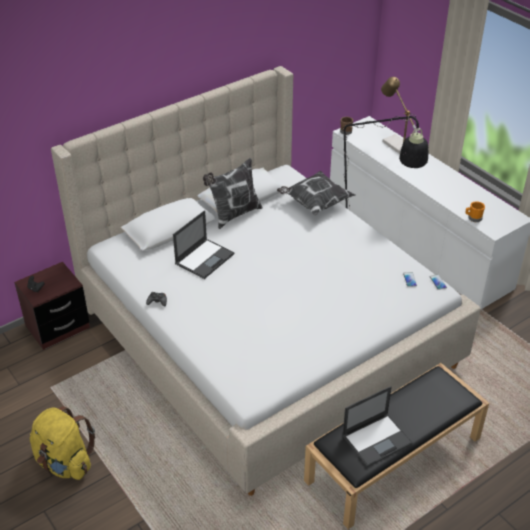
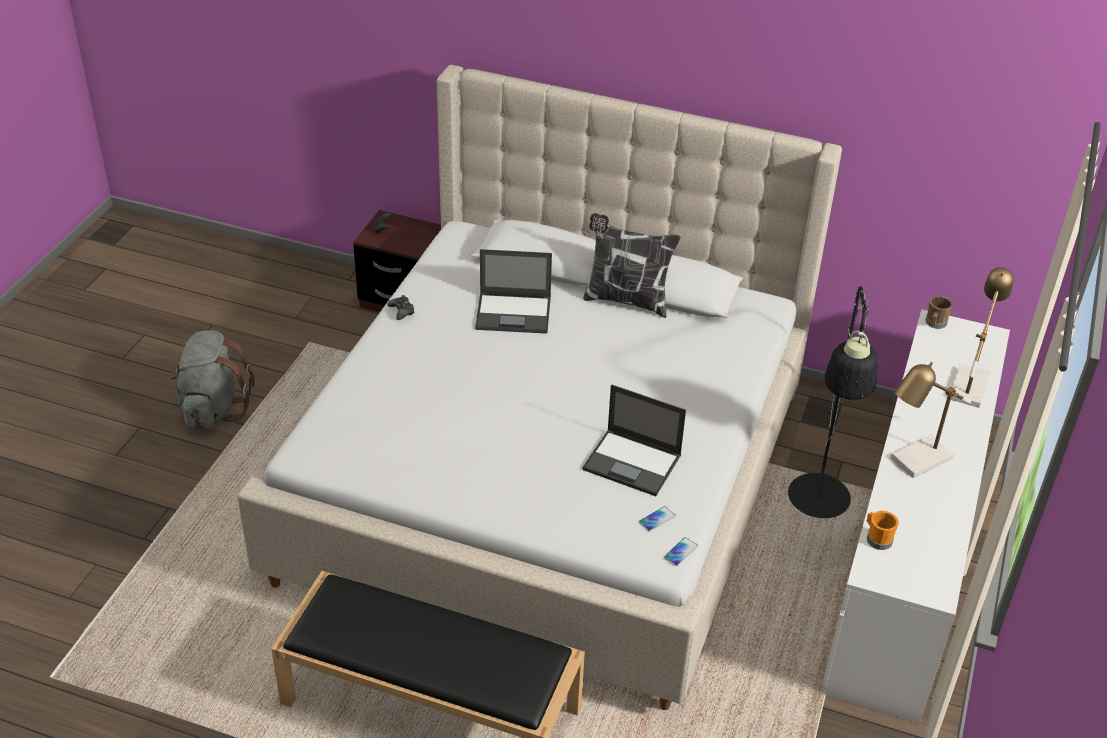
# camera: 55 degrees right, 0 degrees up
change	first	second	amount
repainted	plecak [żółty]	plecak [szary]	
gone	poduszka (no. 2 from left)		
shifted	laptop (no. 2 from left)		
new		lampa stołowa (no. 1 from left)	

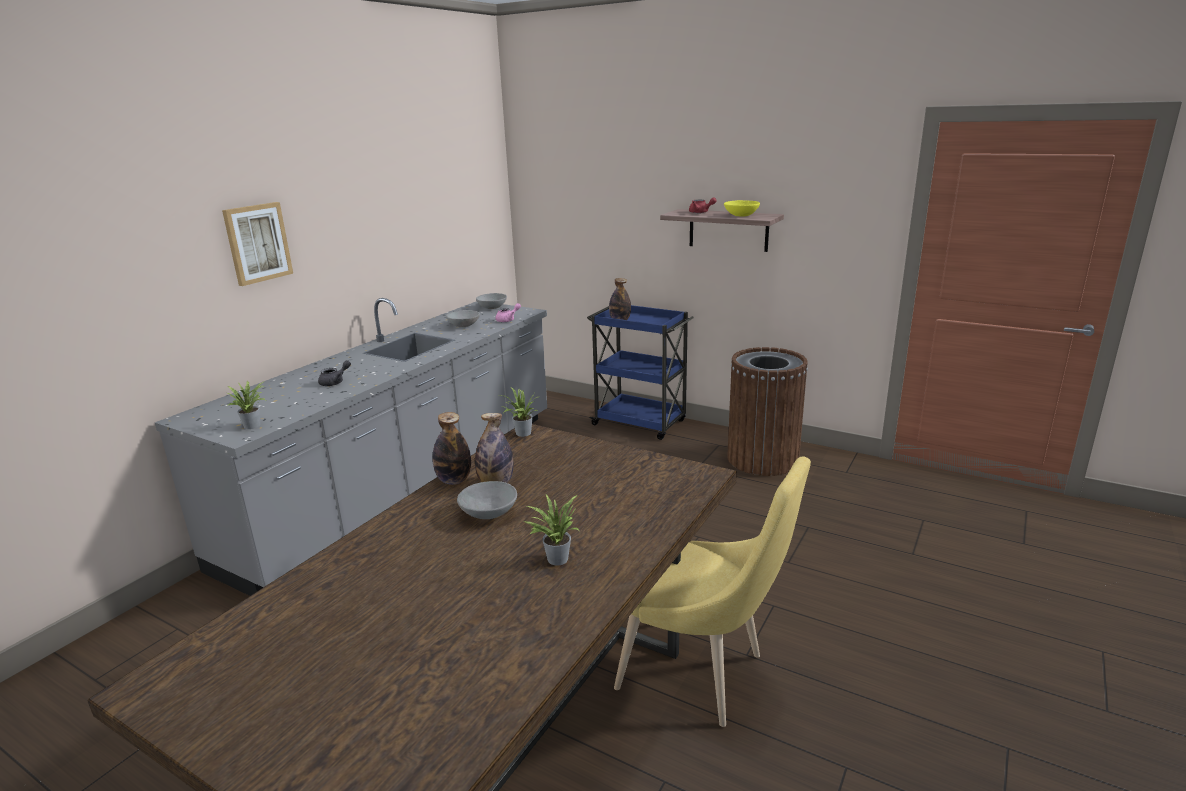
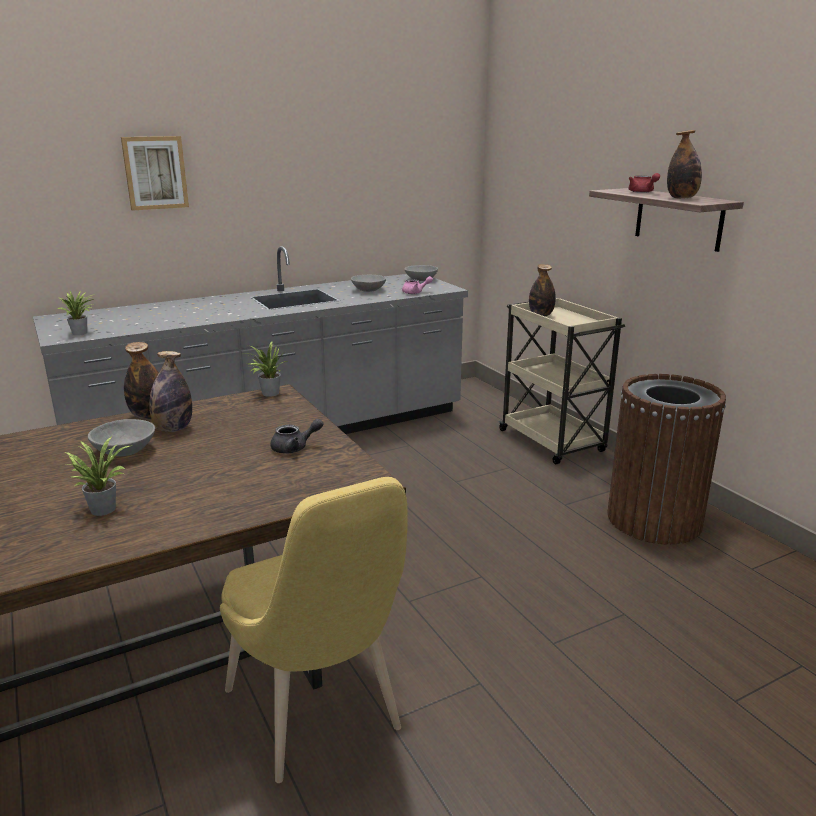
# camera: 30 degrees right, 0 degrees up
change	first	second	amount
shifted	imbryk [szary]		
repainted	wózek [niebieski]	wózek [beżowy]	
swapped	miska [żółty]	butelka (no. 4 from left)	

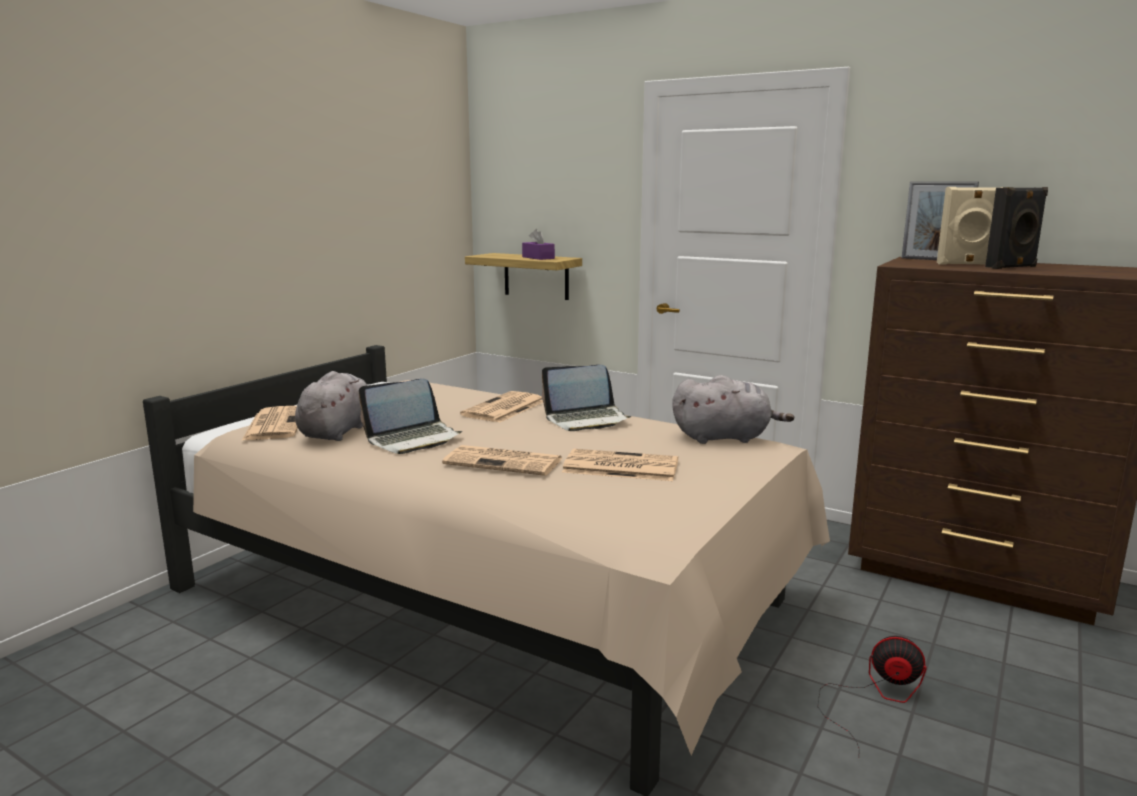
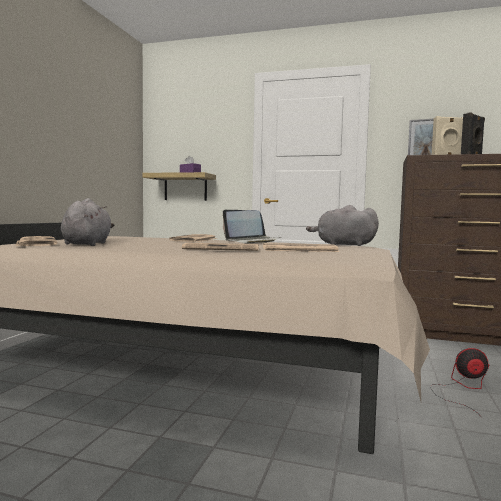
# camera: 15 degrees left, 10 degrees down
change	first	second	amount
gone	laptop (no. 1 from left)		
rotated	pluszak [szary] (no. 2 from left)		150 degrees counterclockwise

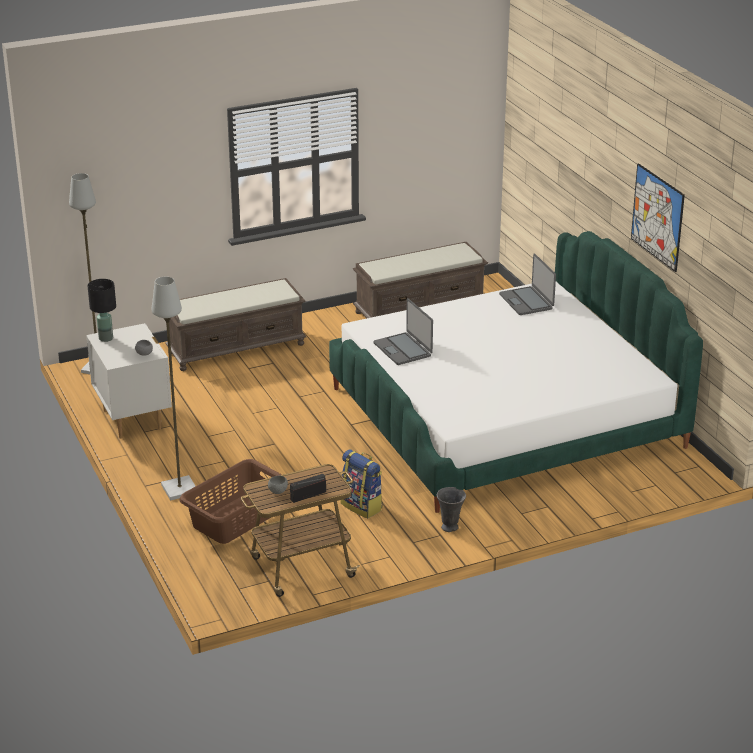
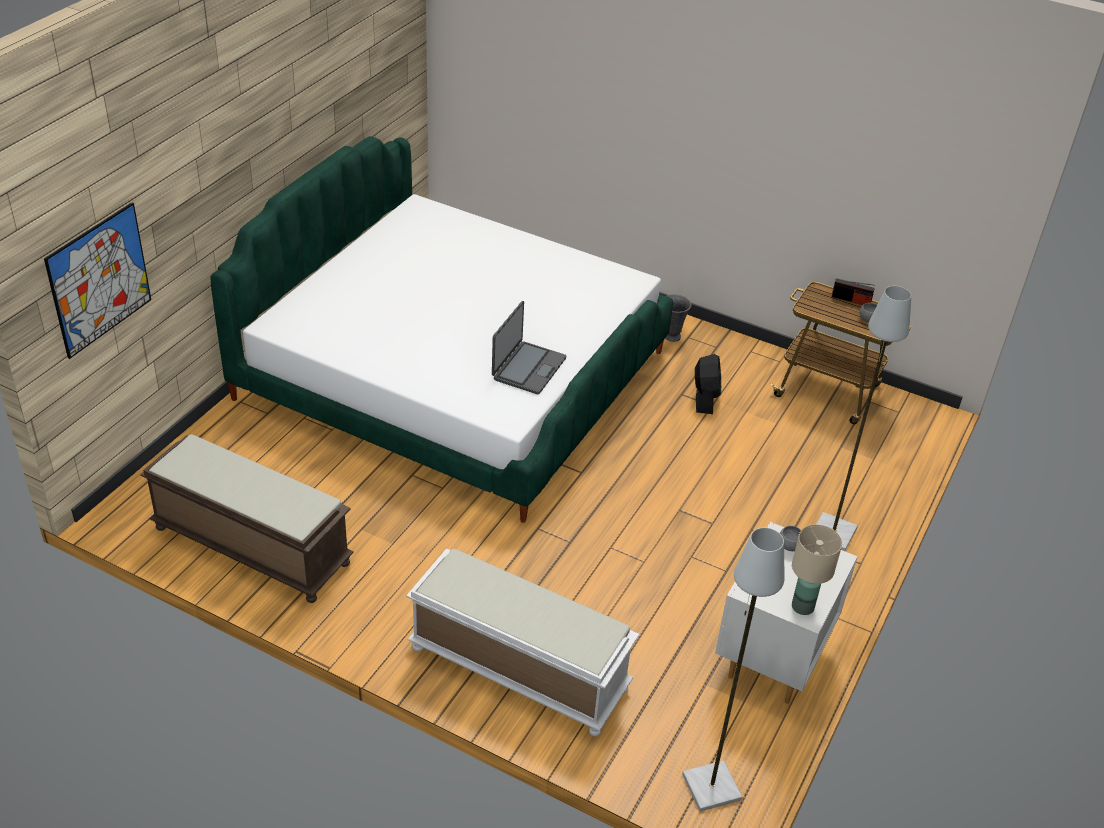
# camera: 130 degrees left, 10 degrees up
change	first	second	amount
repainted	lampa stołowa [czarny]	lampa stołowa [beżowy]	
repainted	ławka [brązowy] (no. 1 from left)	ławka [biały]	
gone	kosz na pranie [brązowy]		
swapped	plecak	wentylator [czarny]	
gone	laptop (no. 2 from left)		
shifted	obraz		

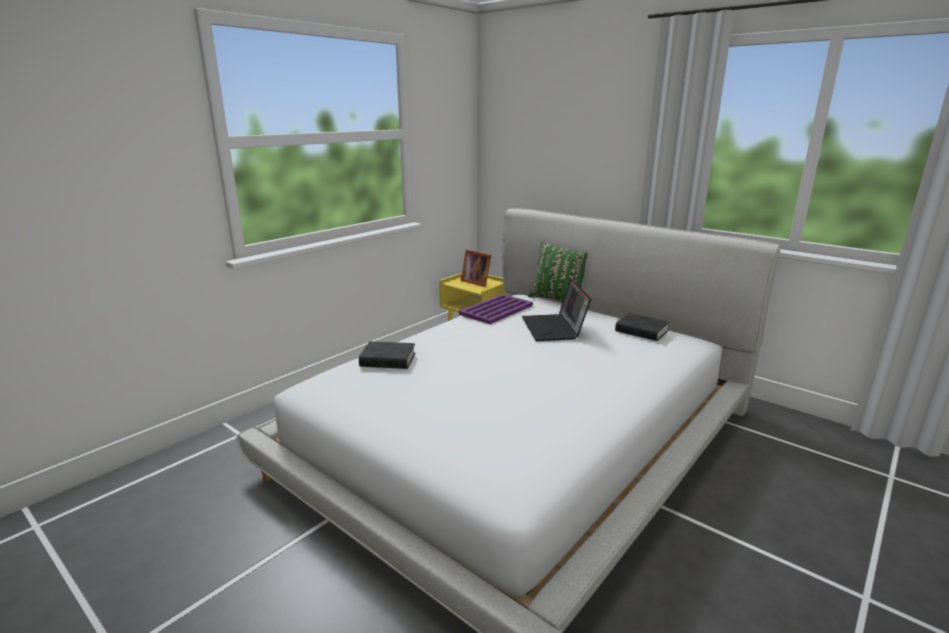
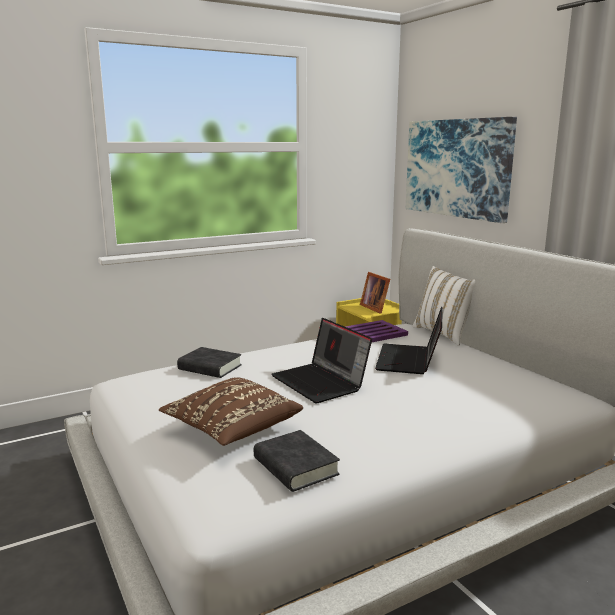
# camera: 20 degrees right, 5 degrees down
change	first	second	amount
repainted	poduszka [zielony]	poduszka [biały]	
shifted	książka [czarny] (no. 2 from left)		
new		poduszka [brązowy]	
new		laptop (no. 1 from left)	
new		obraz	

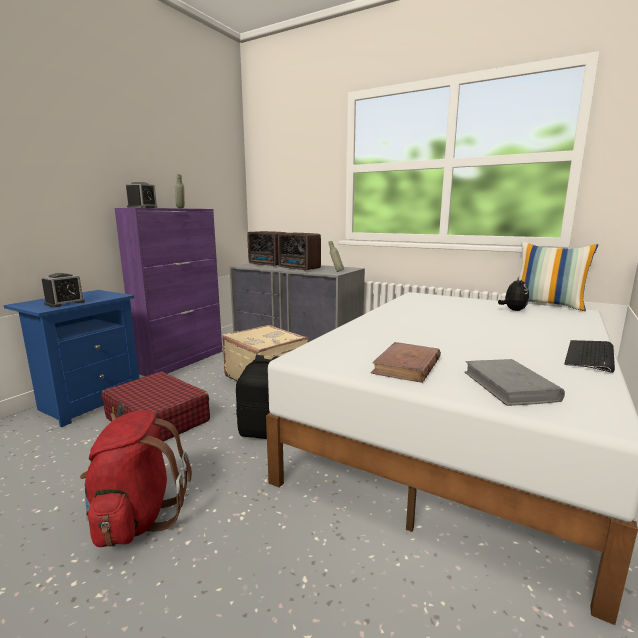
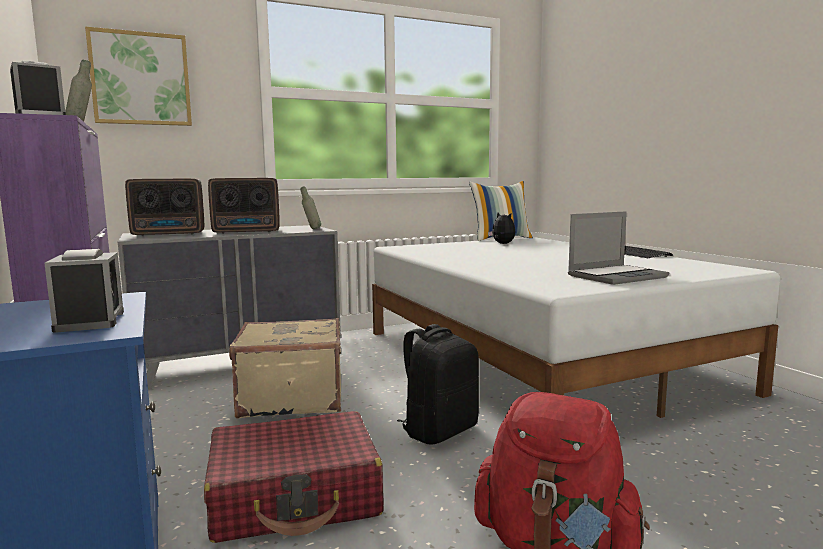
# camera: 55 degrees left, 5 degrees down
change	first	second	amount
swapped	książka [brązowy]	laptop	
gone	książka [szary]		
new		obraz	

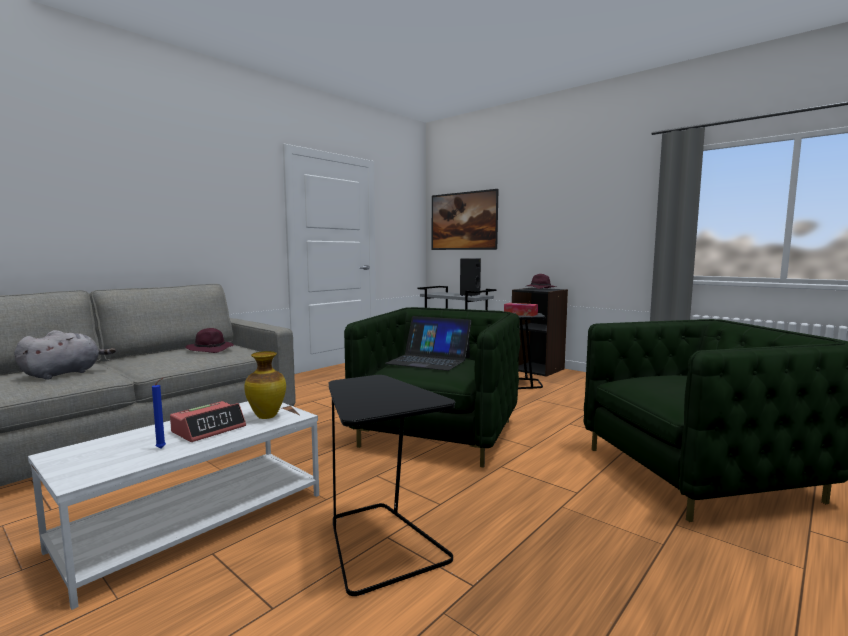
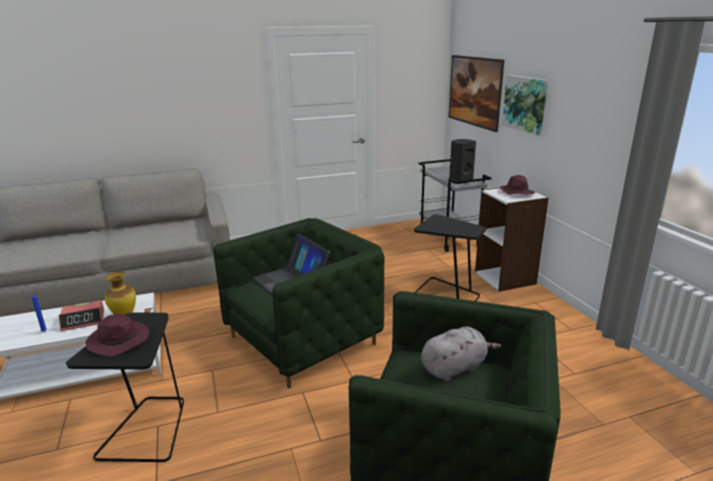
# camera: 30 degrees right, 15 degrees up
change	first	second	amount
shifted	pluszak [szary]		
shifted	kapelusz [fioletowy] (no. 1 from left)		
gone	pudełko chusteczek		
repainted	regał [czarny]	regał [biały]	
new		obraz (no. 2 from left)	

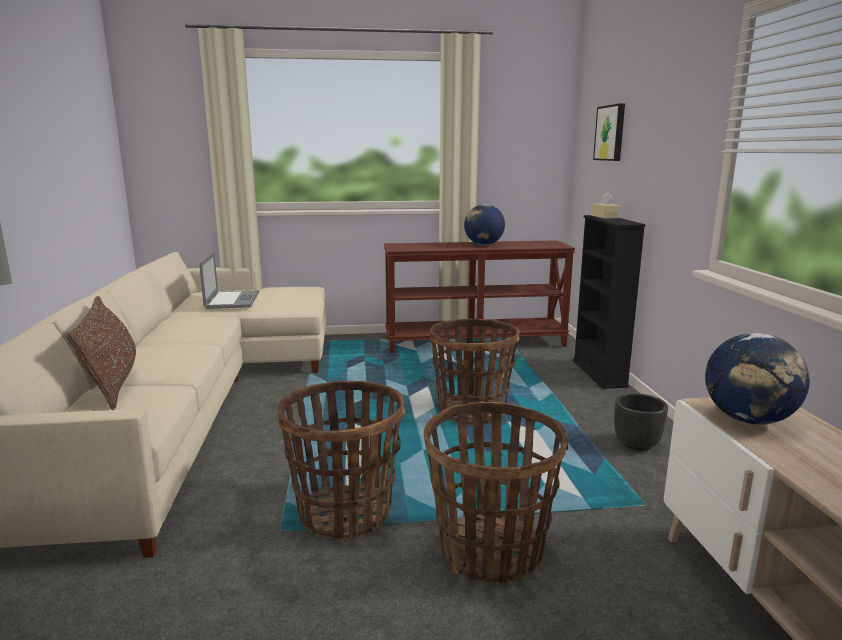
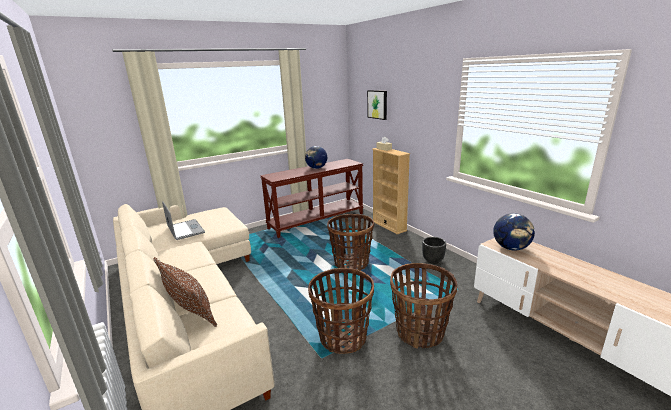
# camera: 25 degrees left, 5 degrees up
change	first	second	amount
repainted	regał [czarny]	regał [beżowy]	

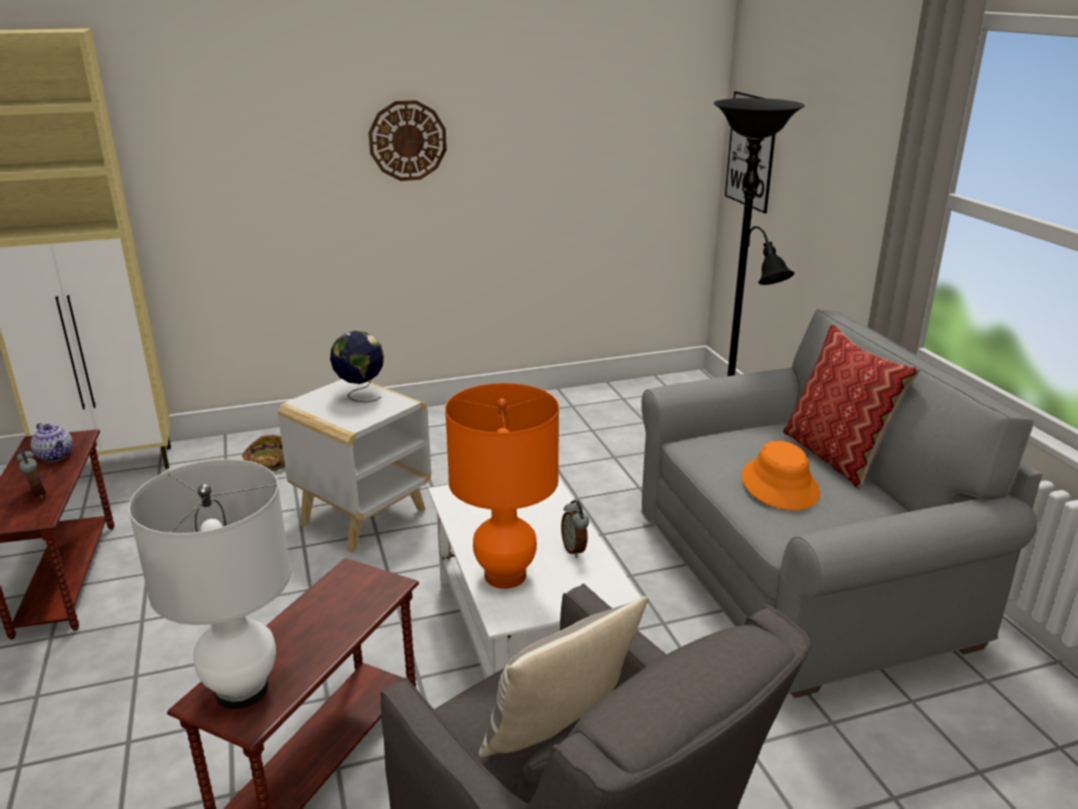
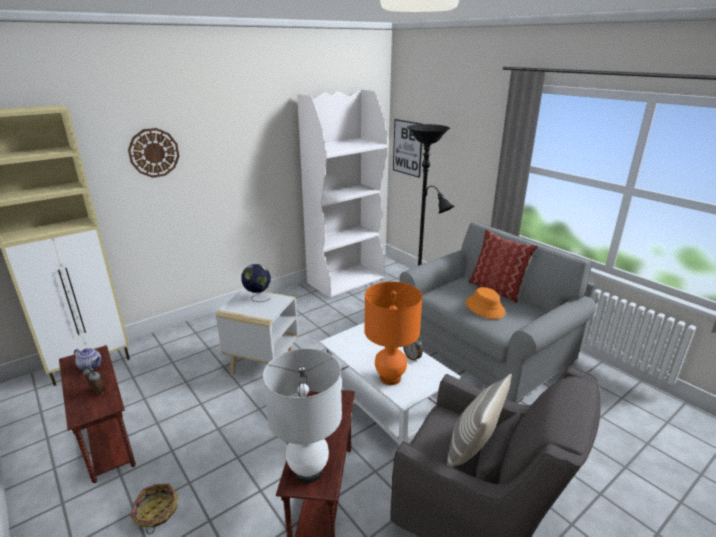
# camera: 20 degrees left, 0 degrees up
change	first	second	amount
shifted	koszyk		
shifted	zegar ścienny		
new		regał [biały]	

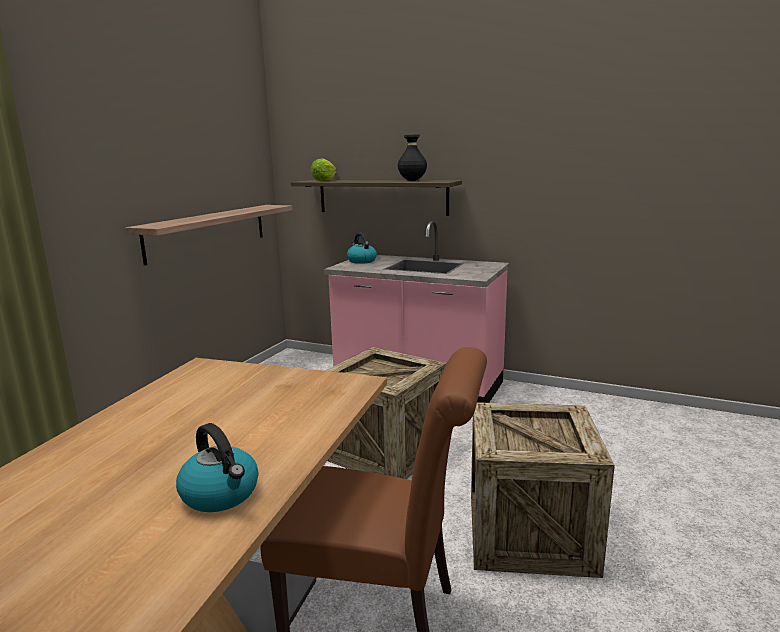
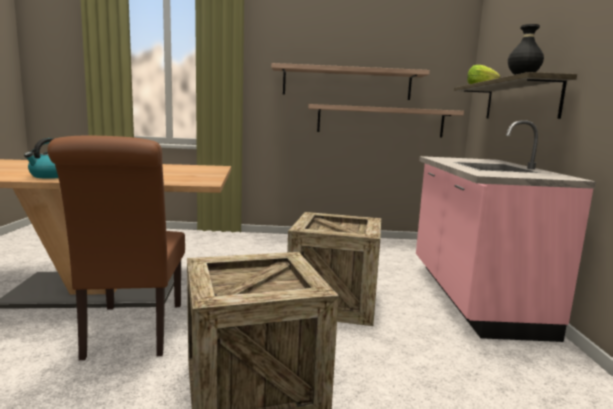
# camera: 65 degrees right, 5 degrees down
change	first	second	amount
gone	czajnik (no. 2 from left)		
new		półka (no. 1 from left)	

